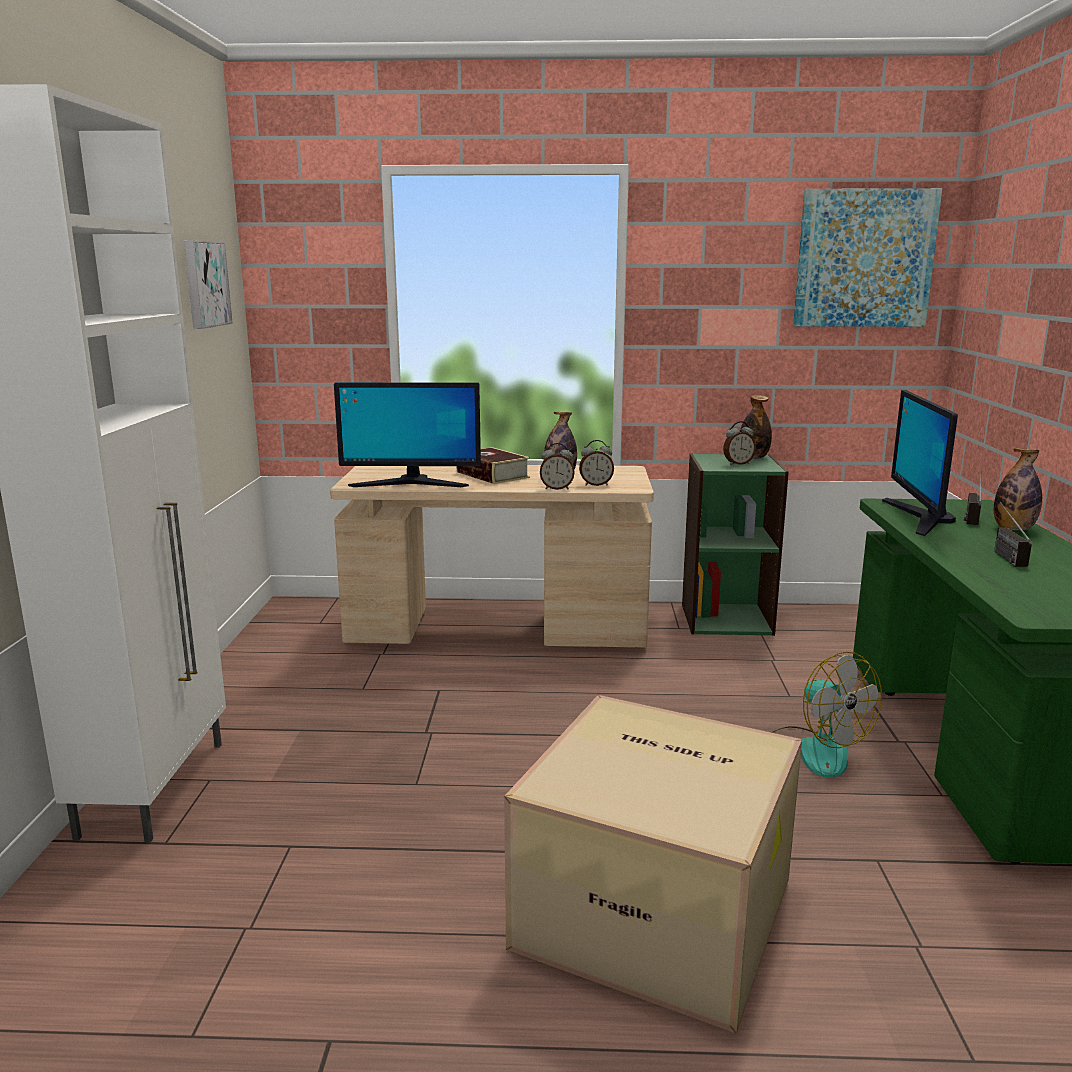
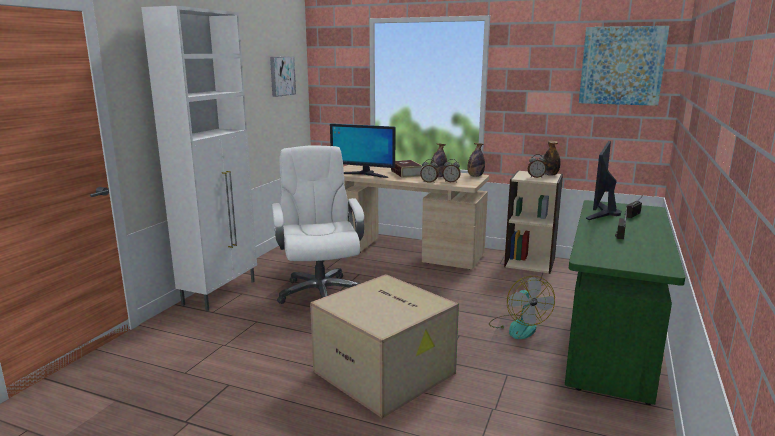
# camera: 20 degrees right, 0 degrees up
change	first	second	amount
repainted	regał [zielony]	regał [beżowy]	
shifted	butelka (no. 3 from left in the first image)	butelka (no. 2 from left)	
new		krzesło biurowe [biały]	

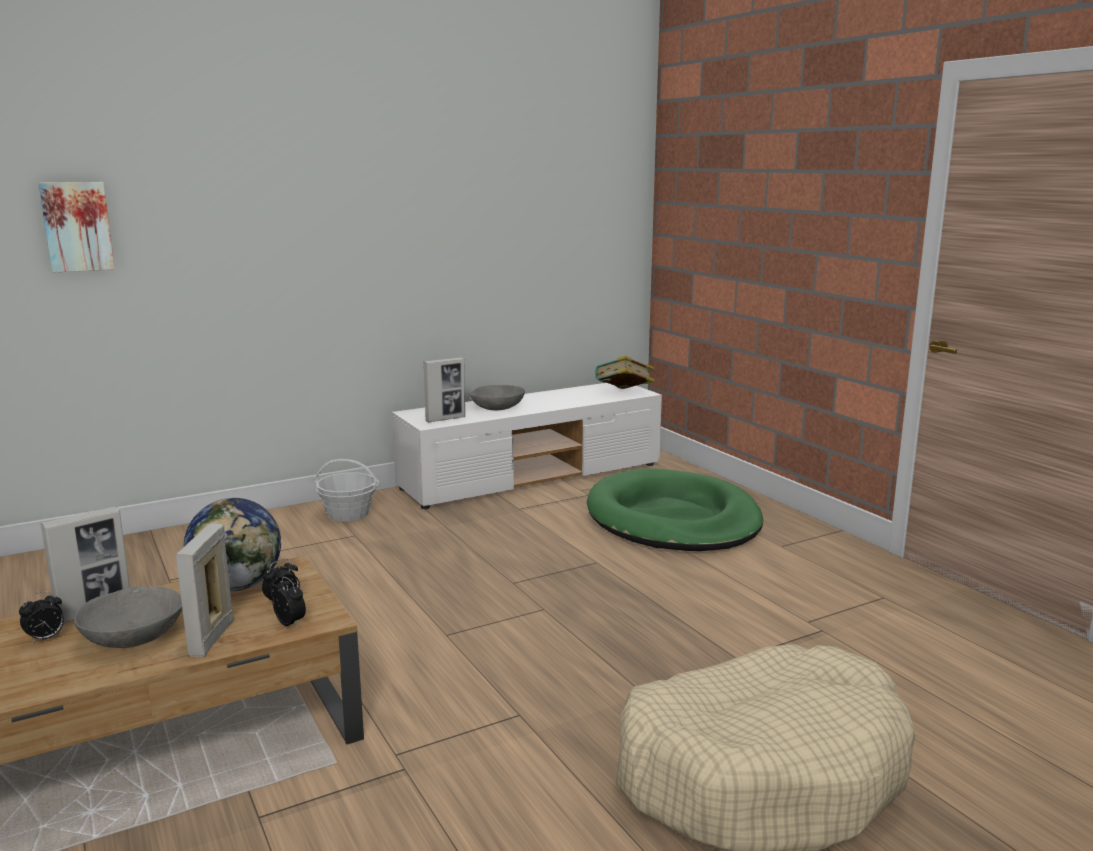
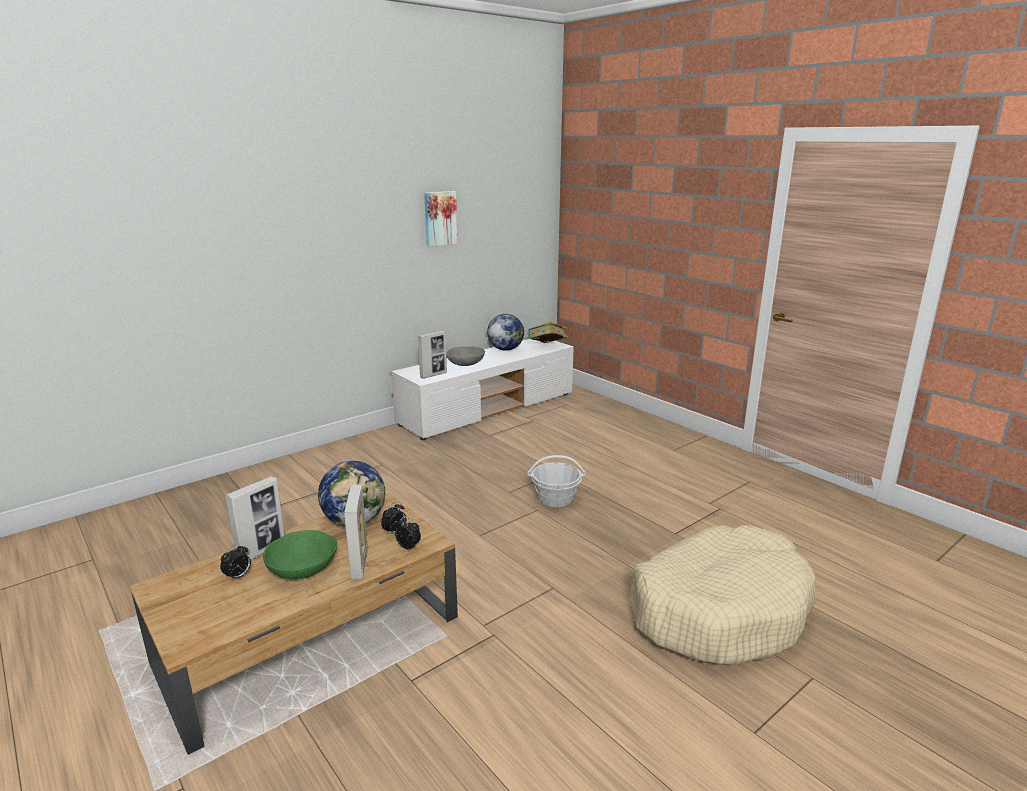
# camera: 10 degrees left, 5 degrees up
change	first	second	amount
shifted	obraz		
repainted	miska [szary] (no. 1 from left)	miska [zielony]	
shifted	koszyk		
gone	legowisko [zielony]		
new		globus (no. 2 from left)	

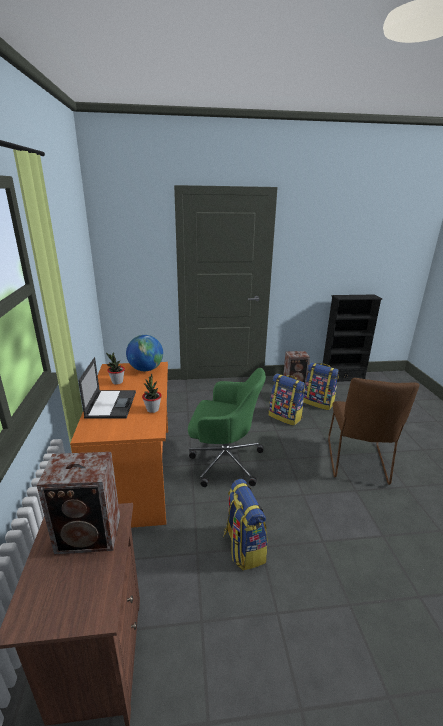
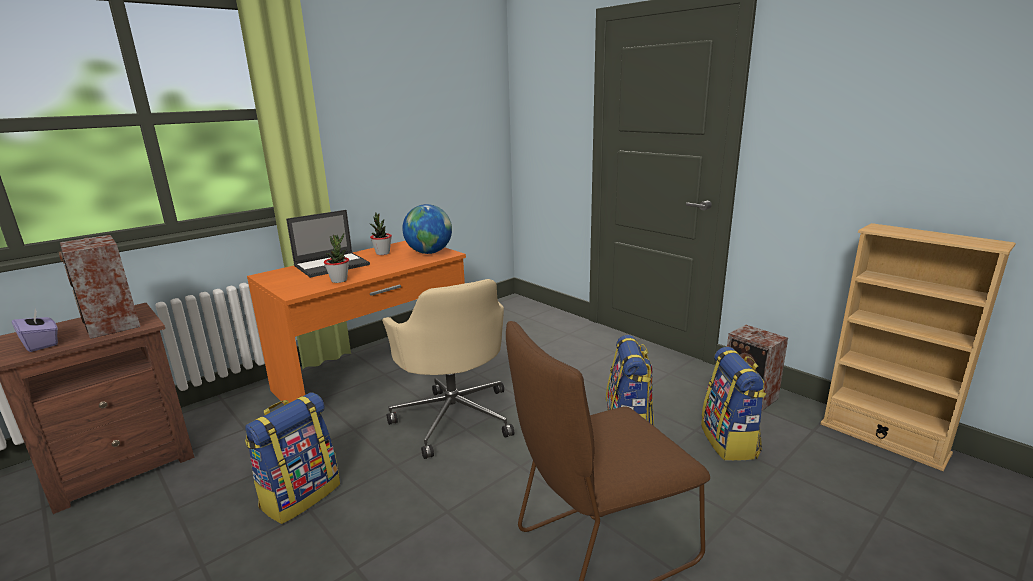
# camera: 55 degrees right, 5 degrees down
change	first	second	amount
repainted	krzesło biurowe [zielony]	krzesło biurowe [beżowy]	
repainted	regał [czarny]	regał [beżowy]	
new		pudełko chusteczek [fioletowy]	

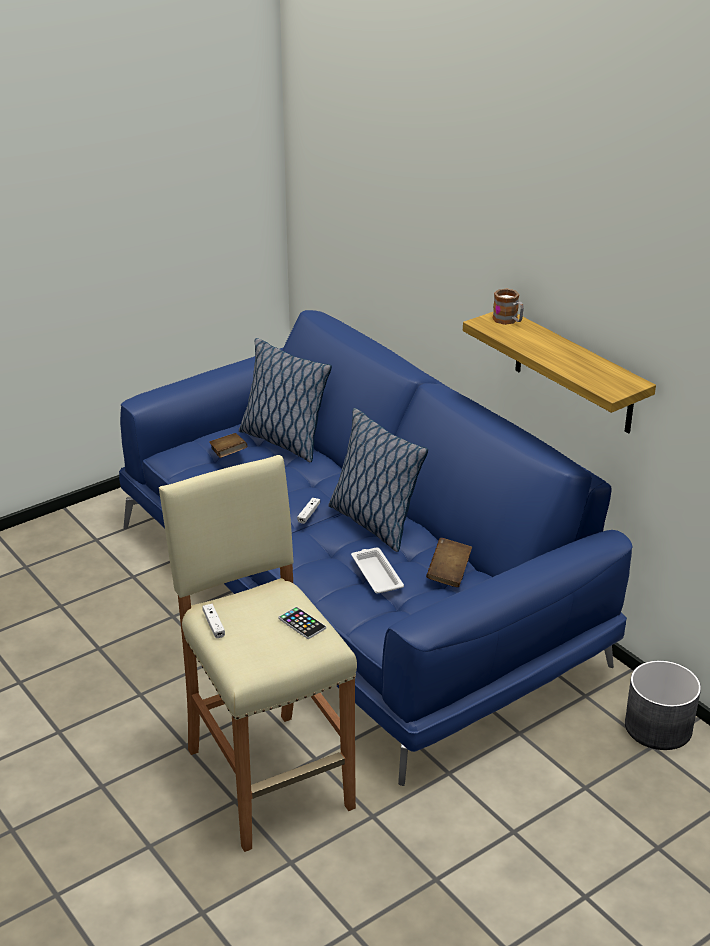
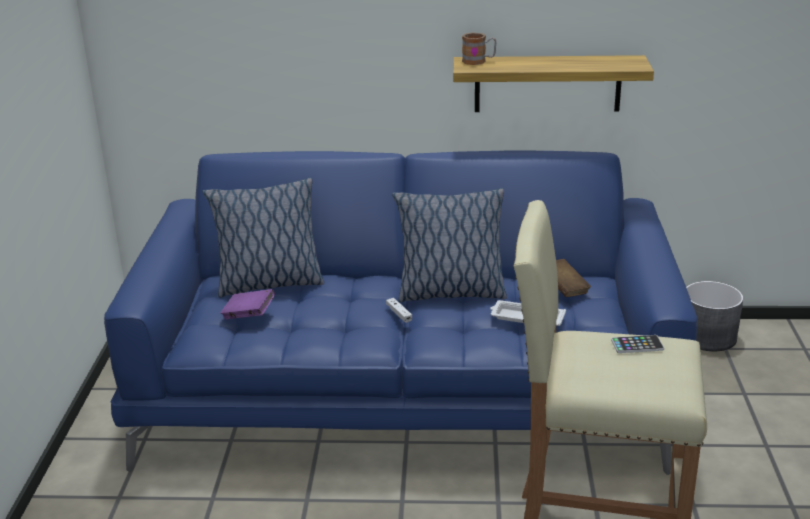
# camera: 50 degrees left, 5 degrees down
change	first	second	amount
gone	pad do gier [biały] (no. 1 from left)		
repainted	książka [brązowy] (no. 1 from left)	książka [fioletowy]	

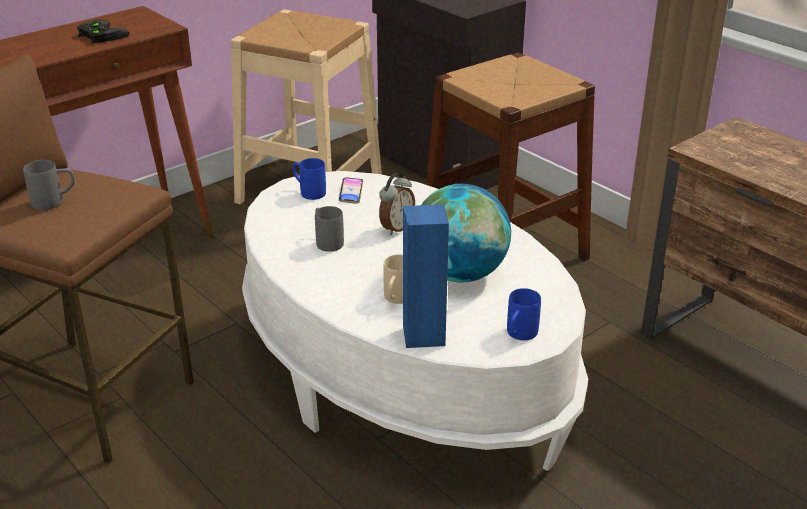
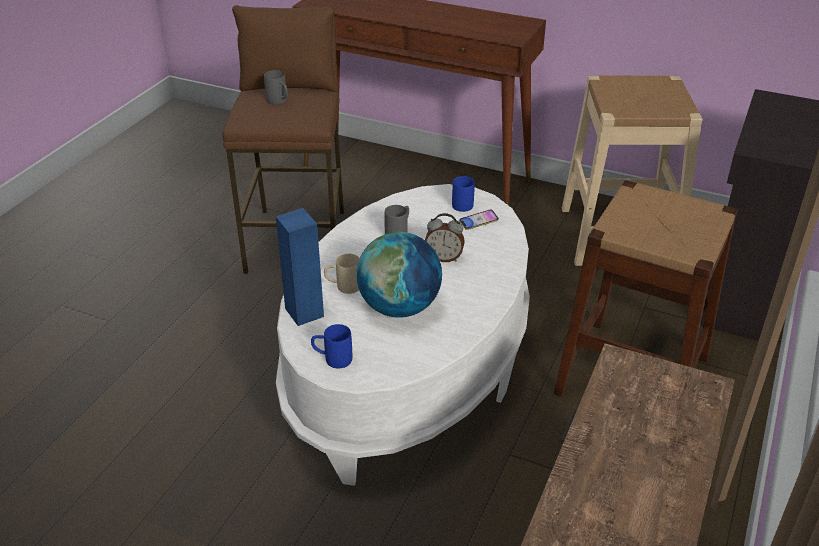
# camera: 65 degrees right, 5 degrees up
change	first	second	amount
gone	pad do gier [czarny]		

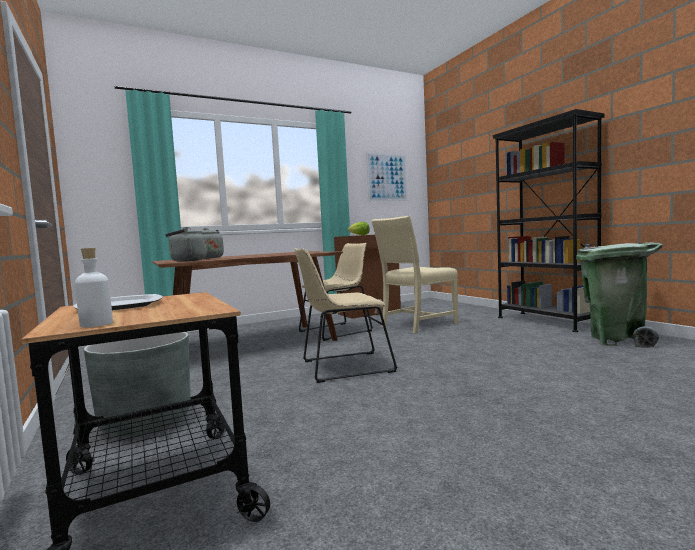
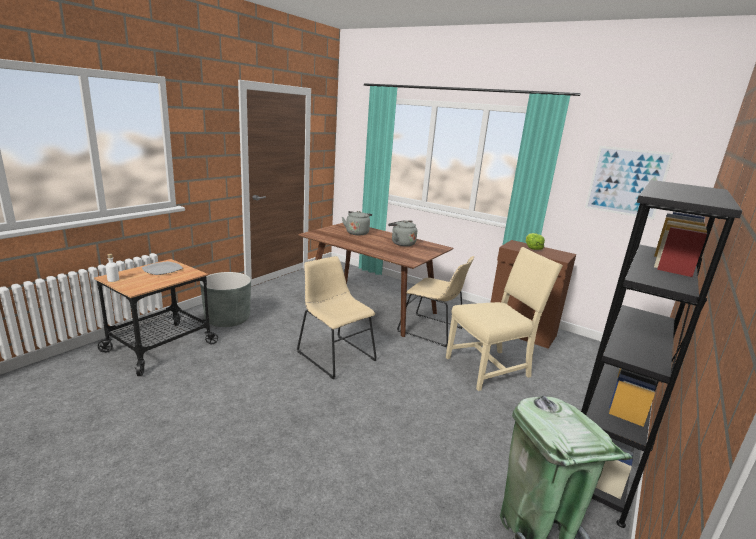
# camera: 60 degrees right, 15 degrees up
change	first	second	amount
shifted	czajnik [szary] (no. 1 from left in the first image)	czajnik [szary] (no. 2 from left)	
rotated	krzesło [beżowy] (no. 3 from left)		135 degrees clockwise

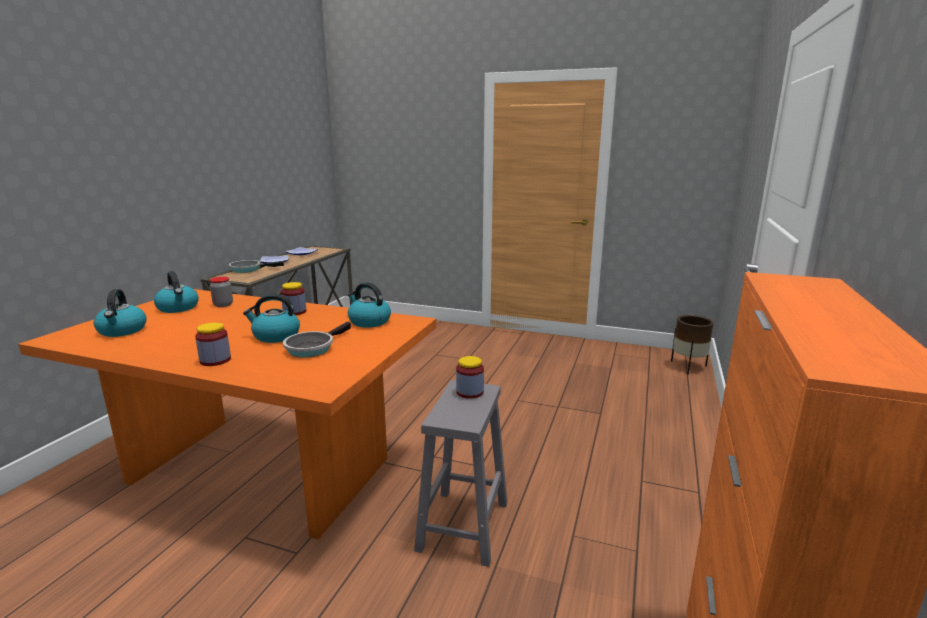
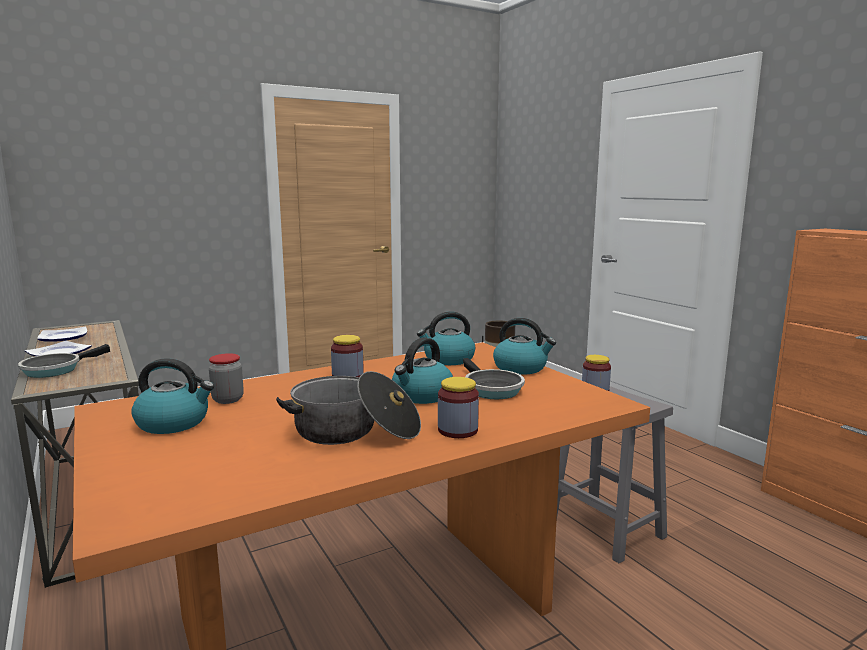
# camera: 50 degrees left, 5 degrees down
change	first	second	amount
shifted	czajnik (no. 1 from left in the first image)	czajnik (no. 4 from left)	
new		garnek	

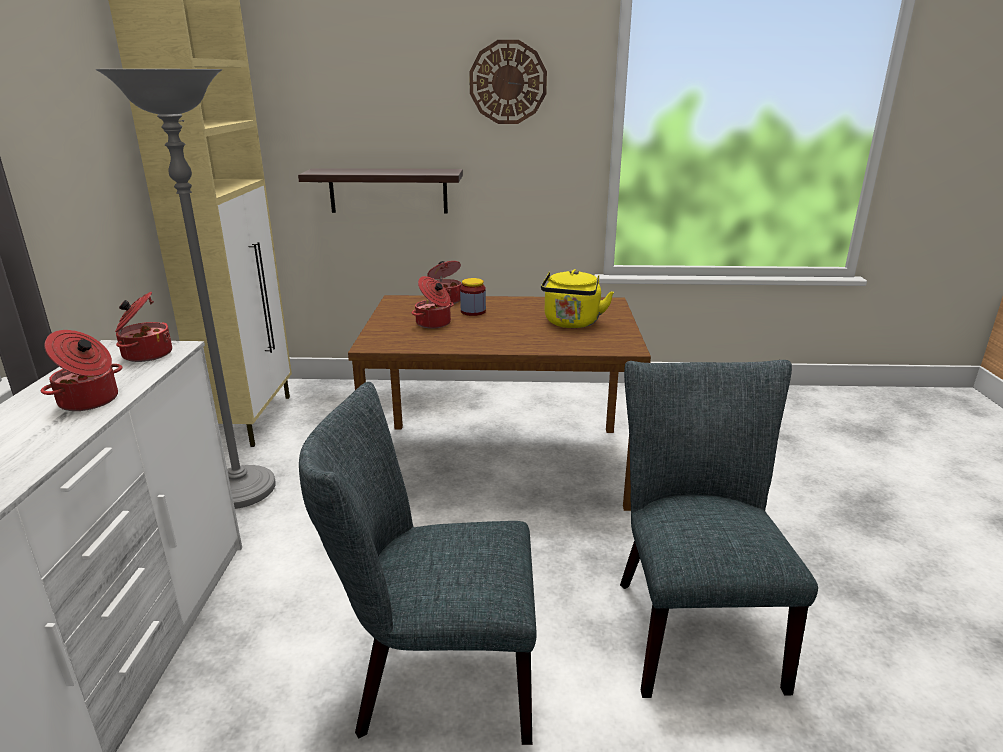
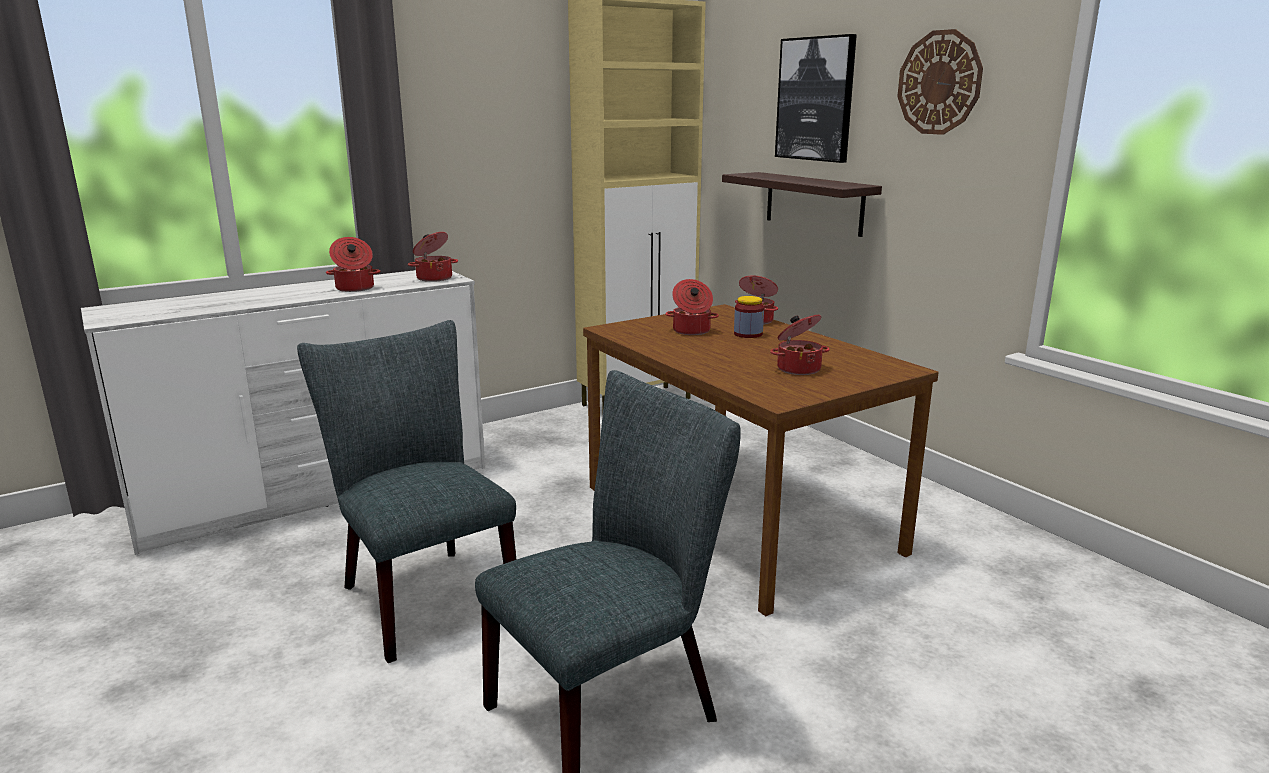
# camera: 55 degrees right, 5 degrees down
change	first	second	amount
gone	lampa stojąca [szary]		
swapped	czajnik [żółty]	garnek (no. 5 from left)	
new		obraz	

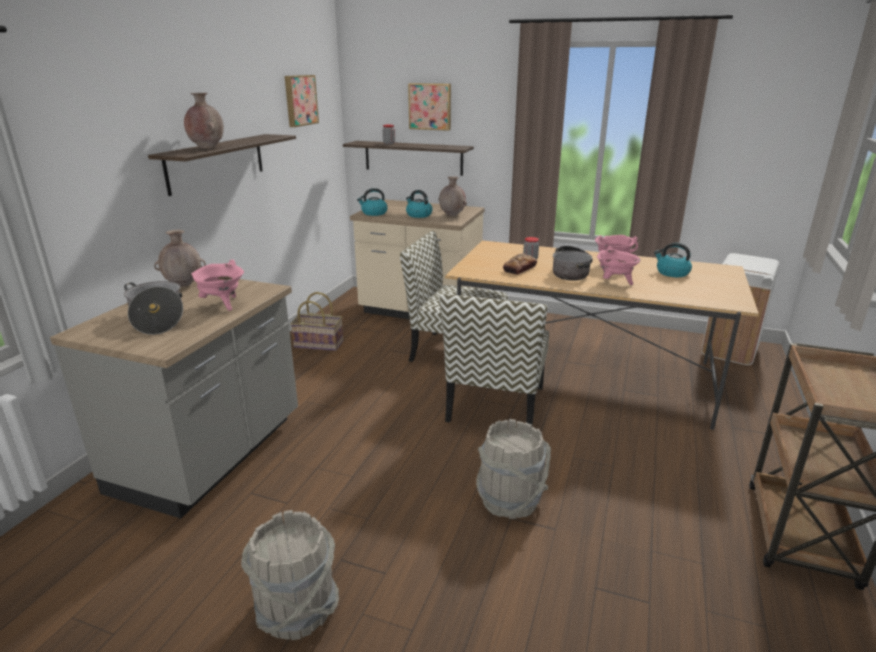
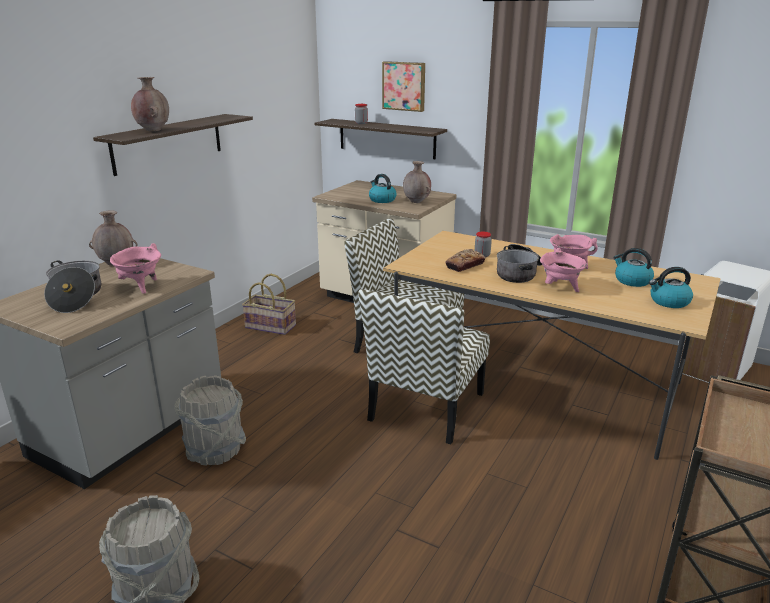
# camera: 10 degrees right, 0 degrees up
change	first	second	amount
gone	obraz (no. 1 from left)		
shifted	czajnik (no. 1 from left in the first image)	czajnik (no. 3 from left)	
shifted	wiadro [szary] (no. 2 from left)		

